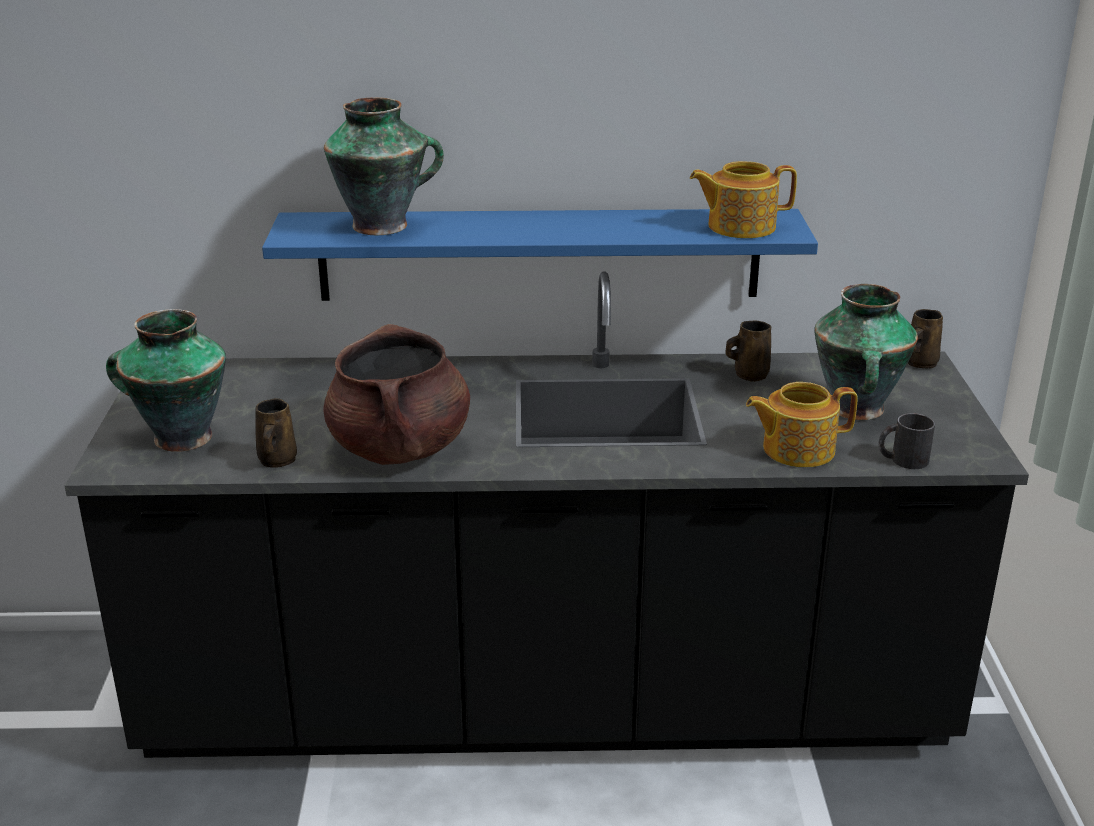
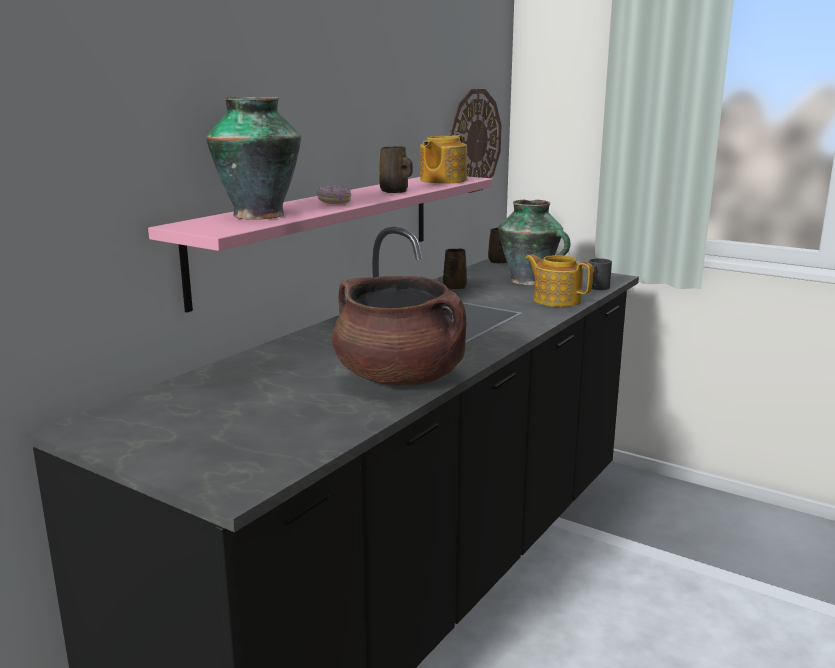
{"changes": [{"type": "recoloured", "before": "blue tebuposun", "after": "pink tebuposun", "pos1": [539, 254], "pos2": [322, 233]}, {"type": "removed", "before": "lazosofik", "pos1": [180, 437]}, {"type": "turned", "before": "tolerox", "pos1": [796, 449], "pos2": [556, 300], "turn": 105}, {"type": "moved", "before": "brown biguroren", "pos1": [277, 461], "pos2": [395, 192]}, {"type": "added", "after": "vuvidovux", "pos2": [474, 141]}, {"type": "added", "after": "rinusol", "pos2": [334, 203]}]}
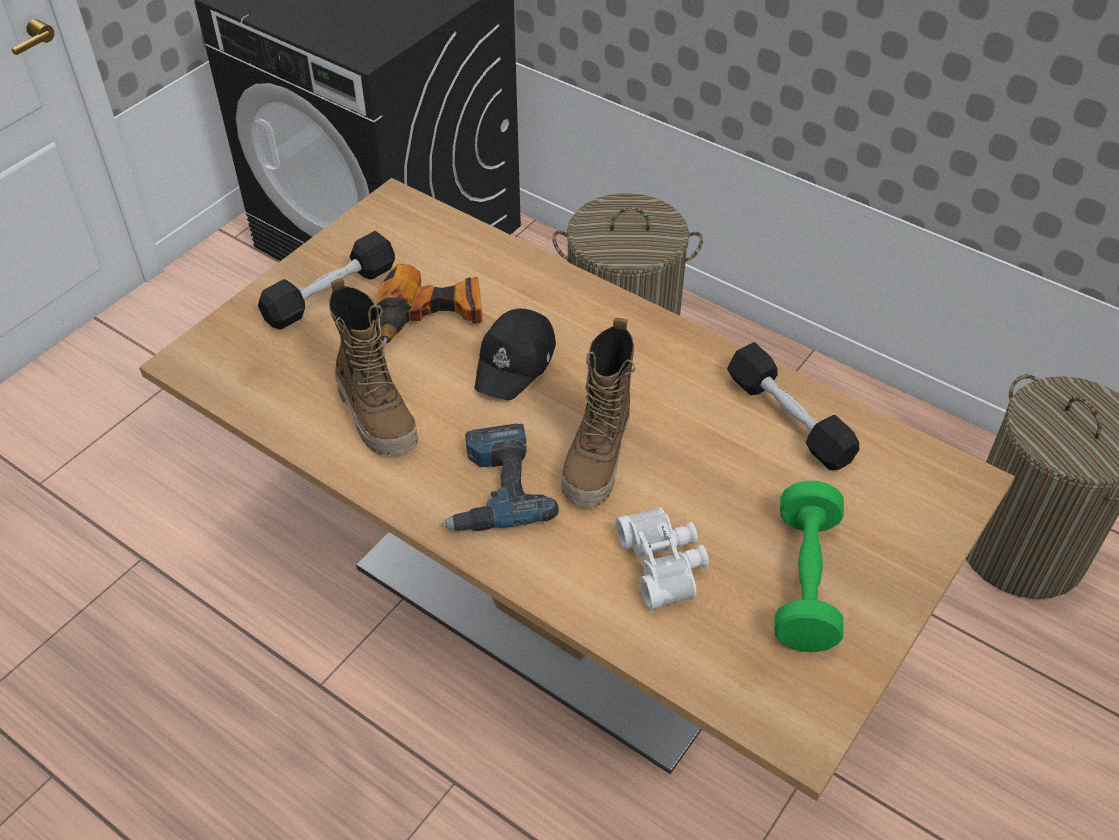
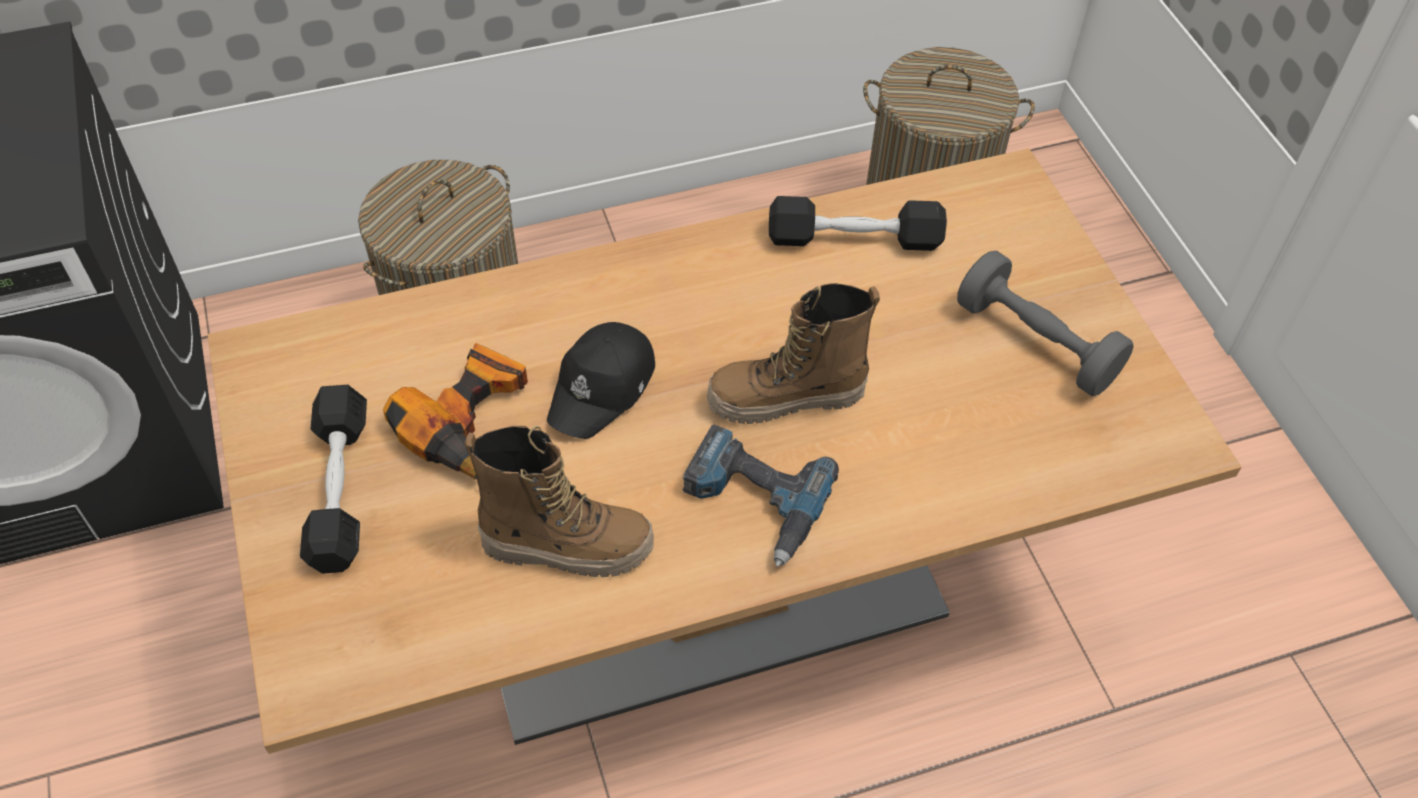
{"changes": [{"type": "turned", "before": "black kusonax", "pos1": [516, 362], "pos2": [603, 387], "turn": 60}, {"type": "turned", "before": "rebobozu", "pos1": [597, 460], "pos2": [786, 399], "turn": 120}, {"type": "recoloured", "before": "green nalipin", "after": "grey nalipin", "pos1": [805, 582], "pos2": [1036, 343]}, {"type": "removed", "before": "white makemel", "pos1": [664, 564]}]}
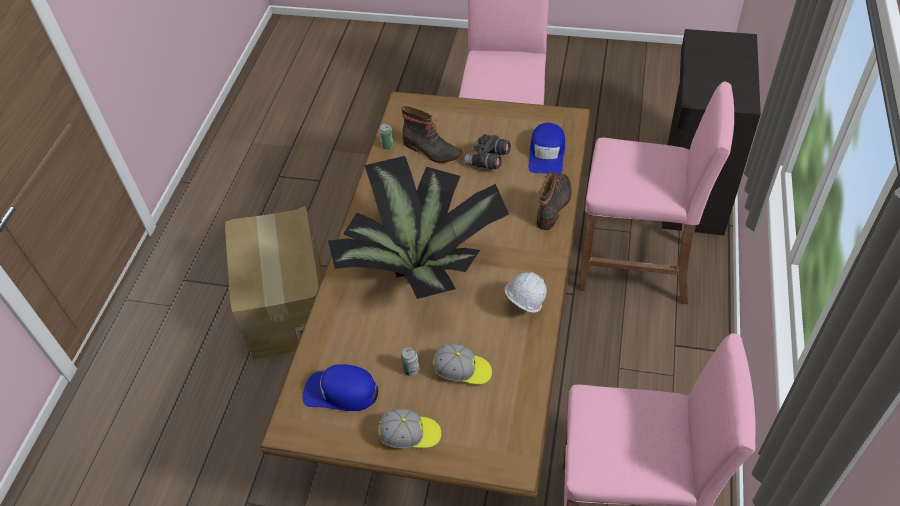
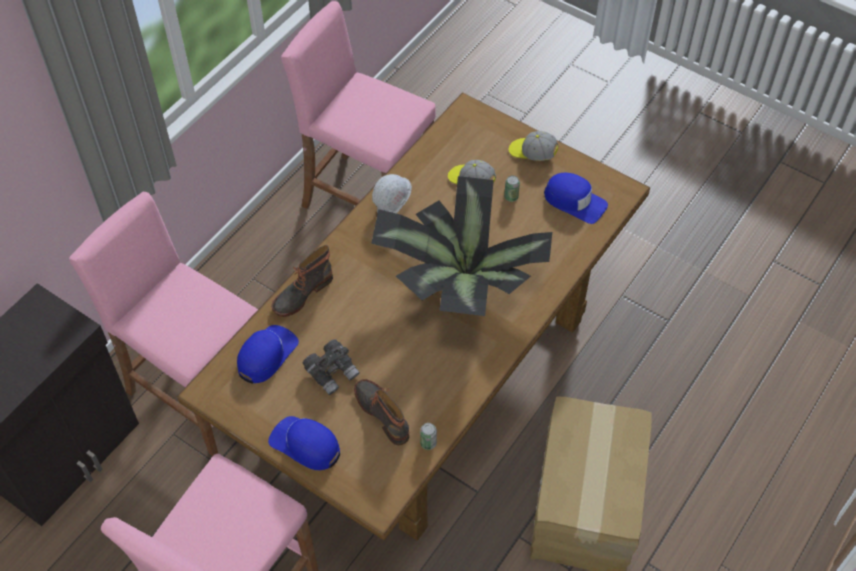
{"changes": [{"type": "added", "after": "blue kusonax", "pos2": [305, 445]}]}
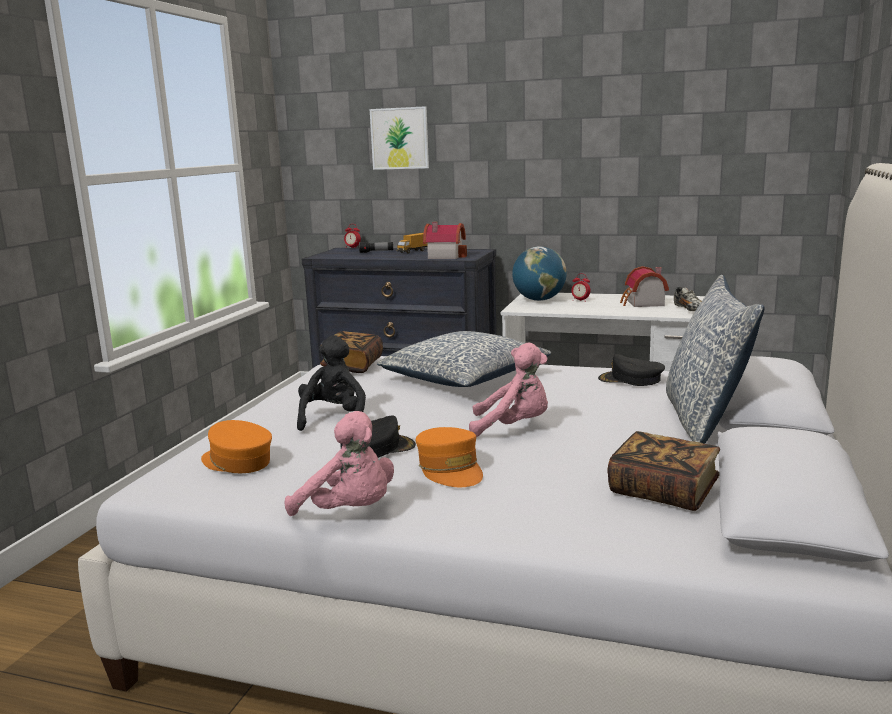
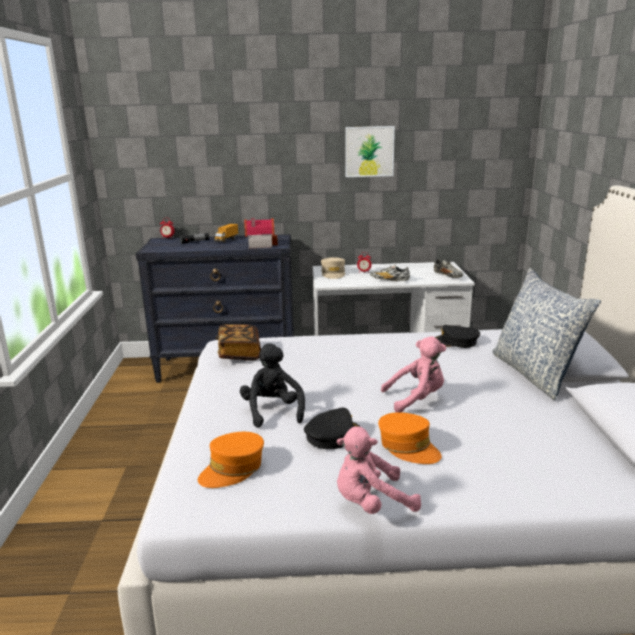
{"changes": [{"type": "moved", "before": "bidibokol", "pos1": [399, 138], "pos2": [369, 151]}, {"type": "replaced", "before": "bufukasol", "after": "beige kusonax", "pos1": [539, 300], "pos2": [333, 273]}, {"type": "removed", "before": "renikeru", "pos1": [643, 303]}, {"type": "removed", "before": "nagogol", "pos1": [465, 379]}, {"type": "turned", "before": "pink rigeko", "pos1": [349, 512], "pos2": [371, 503], "turn": 150}, {"type": "turned", "before": "orange kusonax", "pos1": [237, 462], "pos2": [232, 469], "turn": -60}, {"type": "removed", "before": "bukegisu", "pos1": [663, 491]}, {"type": "added", "after": "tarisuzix", "pos2": [389, 280]}]}
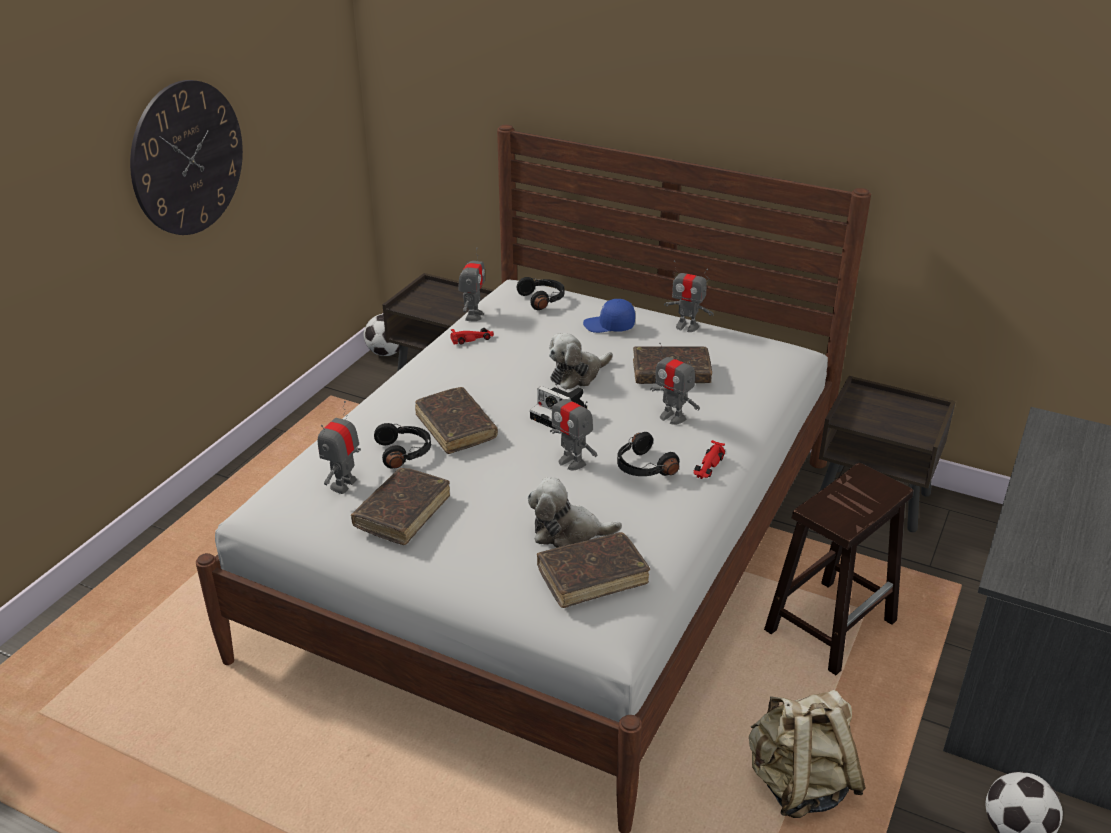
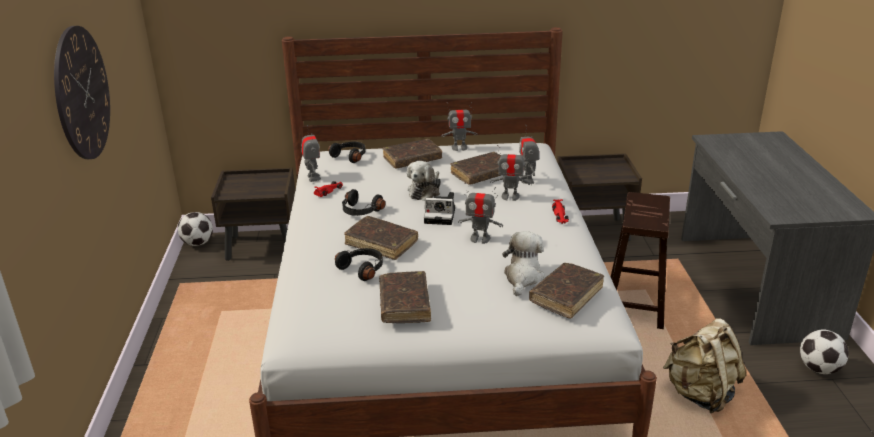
{"changes": [{"type": "replaced", "before": "blue kusonax", "after": "brown bukegisu", "pos1": [609, 326], "pos2": [412, 159]}, {"type": "moved", "before": "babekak", "pos1": [343, 484], "pos2": [527, 180]}, {"type": "moved", "before": "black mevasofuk", "pos1": [643, 467], "pos2": [360, 211]}, {"type": "turned", "before": "rigeko", "pos1": [568, 532], "pos2": [523, 277], "turn": 135}]}
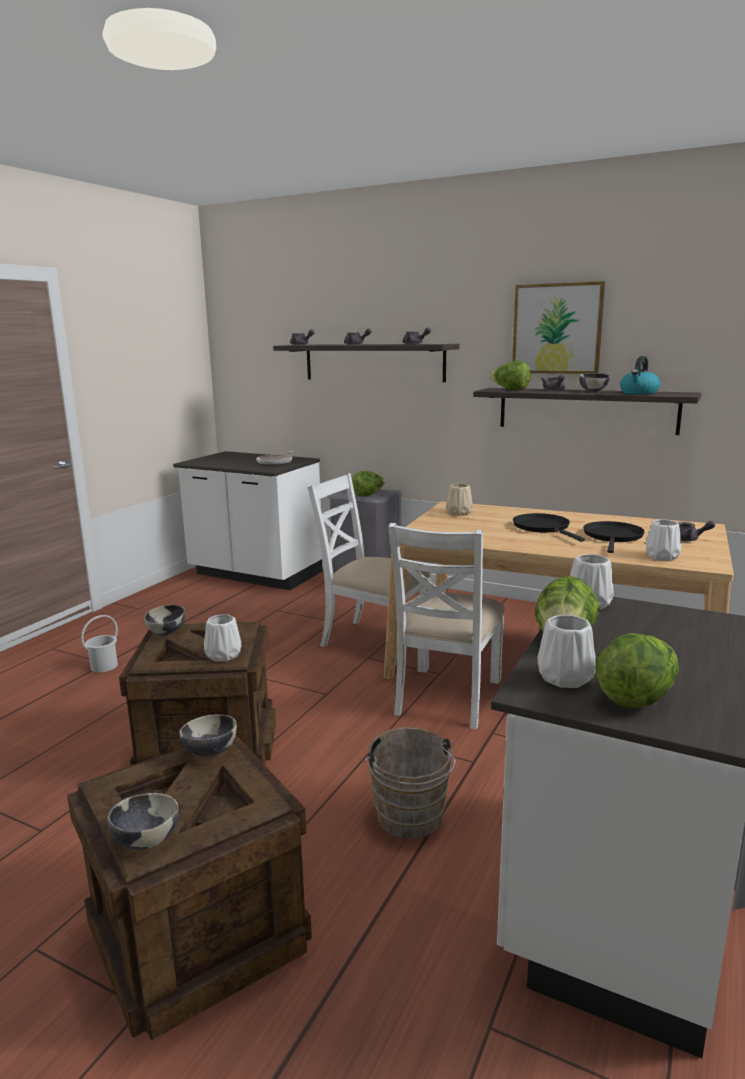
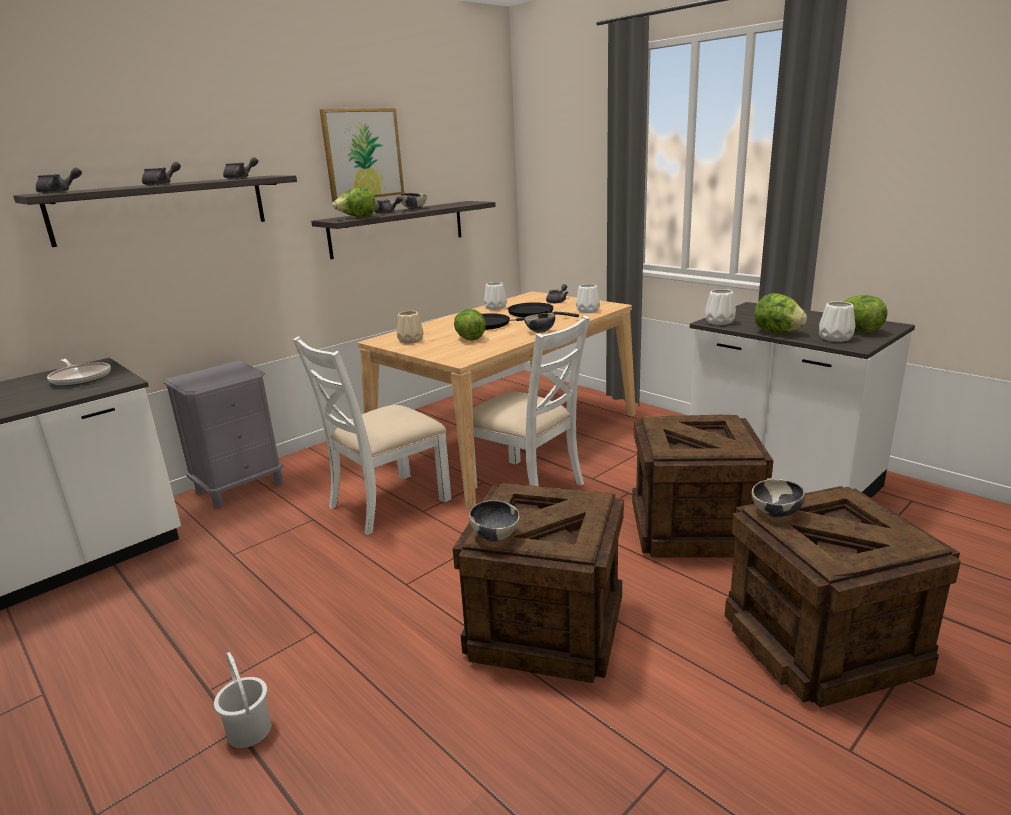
{"changes": [{"type": "removed", "before": "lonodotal", "pos1": [639, 393]}, {"type": "moved", "before": "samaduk", "pos1": [368, 495], "pos2": [469, 338]}, {"type": "moved", "before": "white lazosofik", "pos1": [222, 655], "pos2": [495, 308]}, {"type": "replaced", "before": "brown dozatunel", "after": "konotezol", "pos1": [411, 820], "pos2": [694, 529]}, {"type": "moved", "before": "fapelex", "pos1": [146, 841], "pos2": [540, 332]}]}
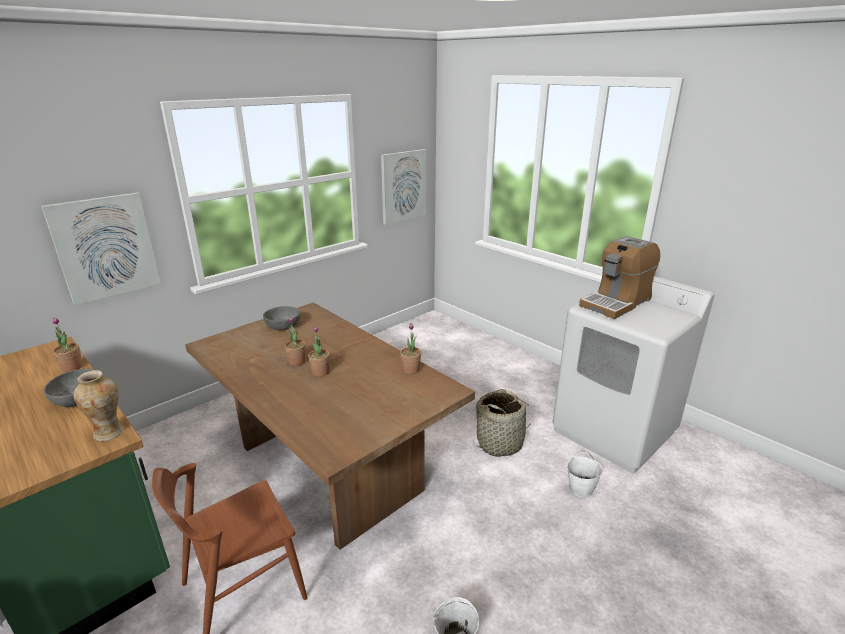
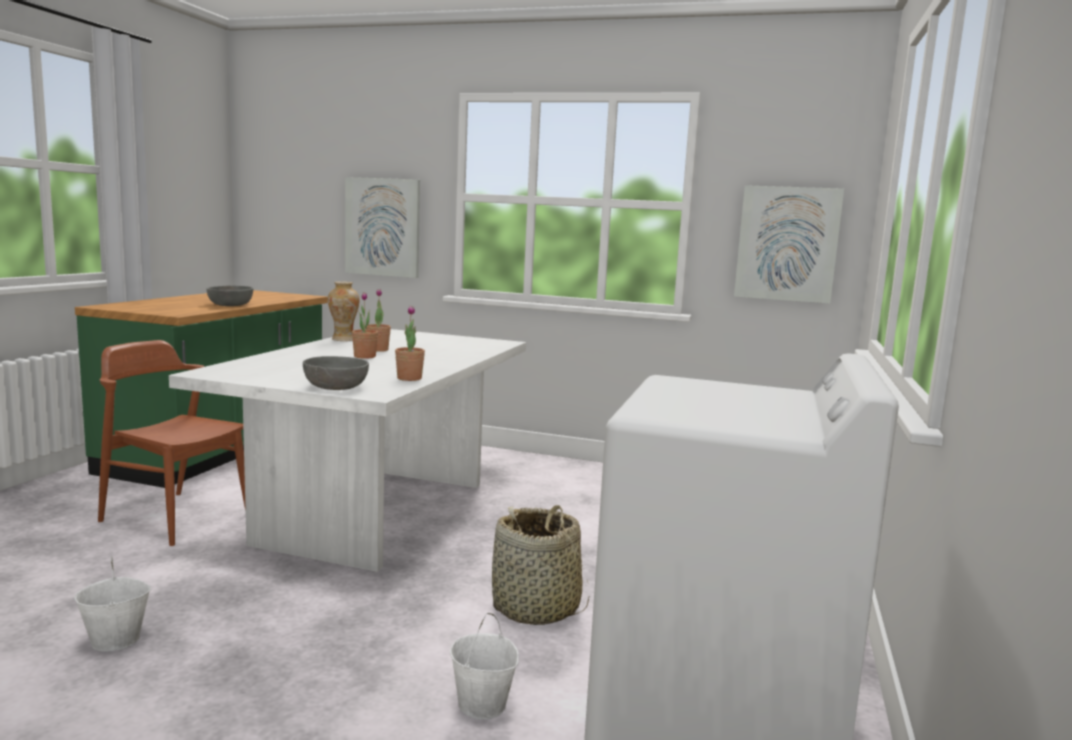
{"changes": [{"type": "removed", "before": "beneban", "pos1": [616, 302]}, {"type": "recoloured", "before": "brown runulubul", "after": "white runulubul", "pos1": [330, 468], "pos2": [377, 512]}, {"type": "moved", "before": "grey fapelex", "pos1": [283, 326], "pos2": [336, 386]}, {"type": "removed", "before": "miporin", "pos1": [72, 367]}, {"type": "moved", "before": "lazosofik", "pos1": [109, 432], "pos2": [343, 339]}]}
